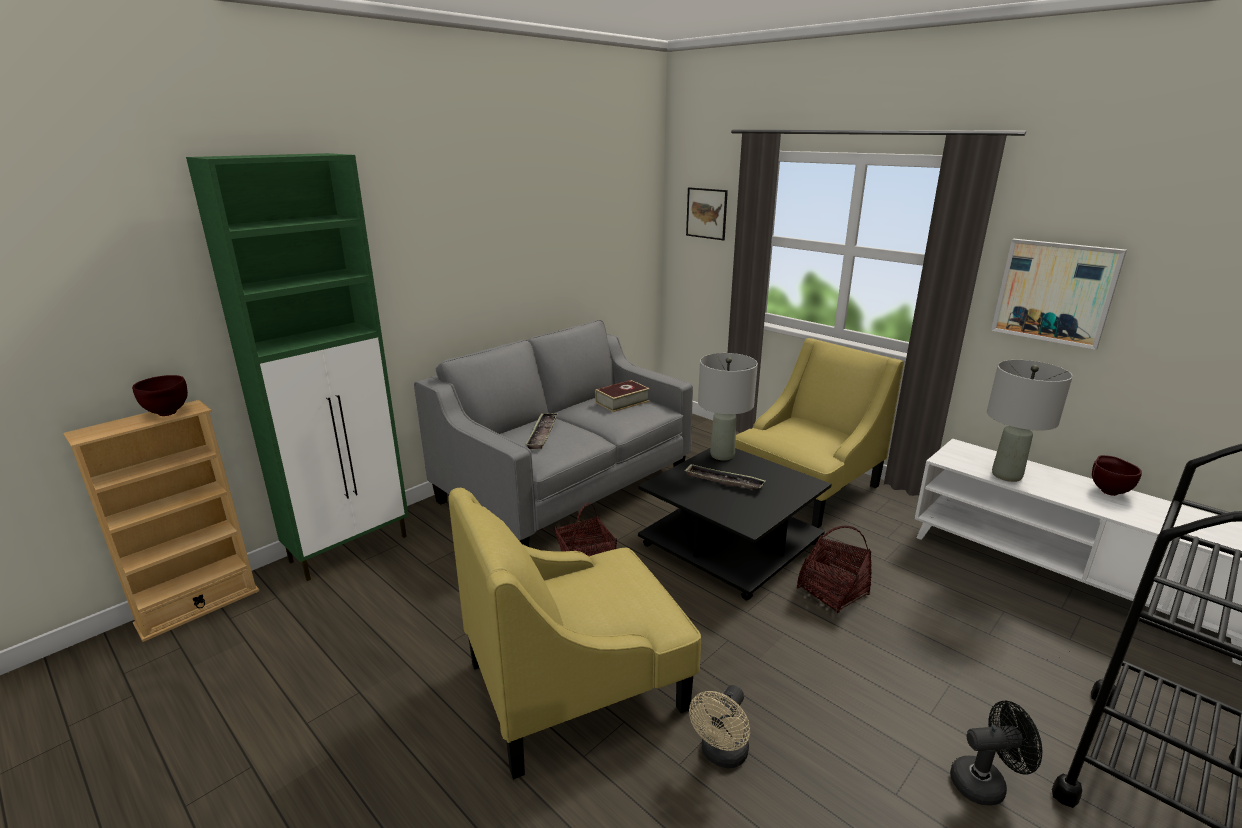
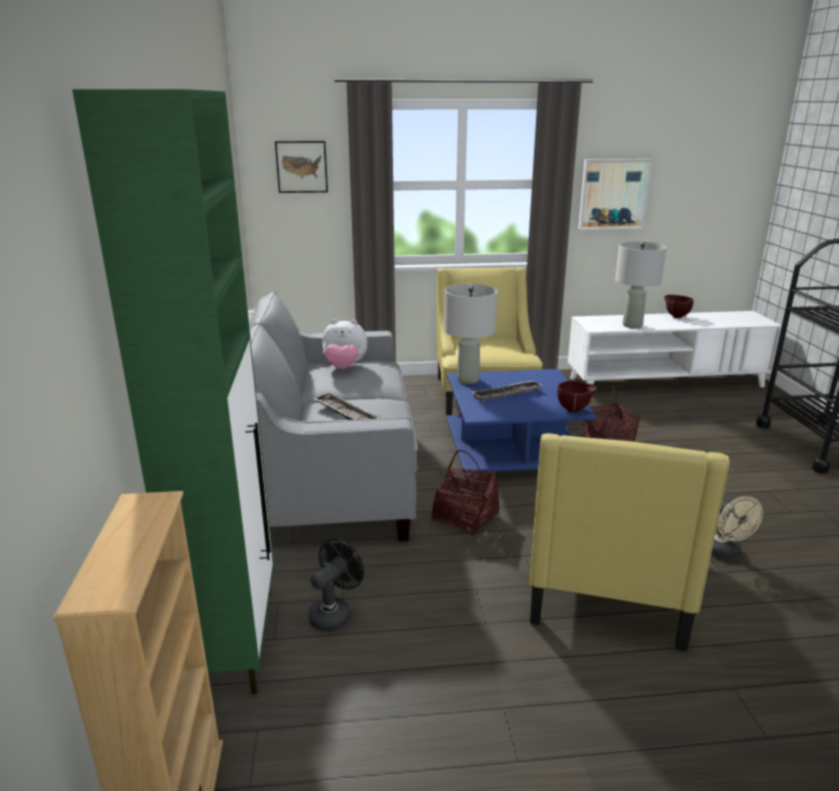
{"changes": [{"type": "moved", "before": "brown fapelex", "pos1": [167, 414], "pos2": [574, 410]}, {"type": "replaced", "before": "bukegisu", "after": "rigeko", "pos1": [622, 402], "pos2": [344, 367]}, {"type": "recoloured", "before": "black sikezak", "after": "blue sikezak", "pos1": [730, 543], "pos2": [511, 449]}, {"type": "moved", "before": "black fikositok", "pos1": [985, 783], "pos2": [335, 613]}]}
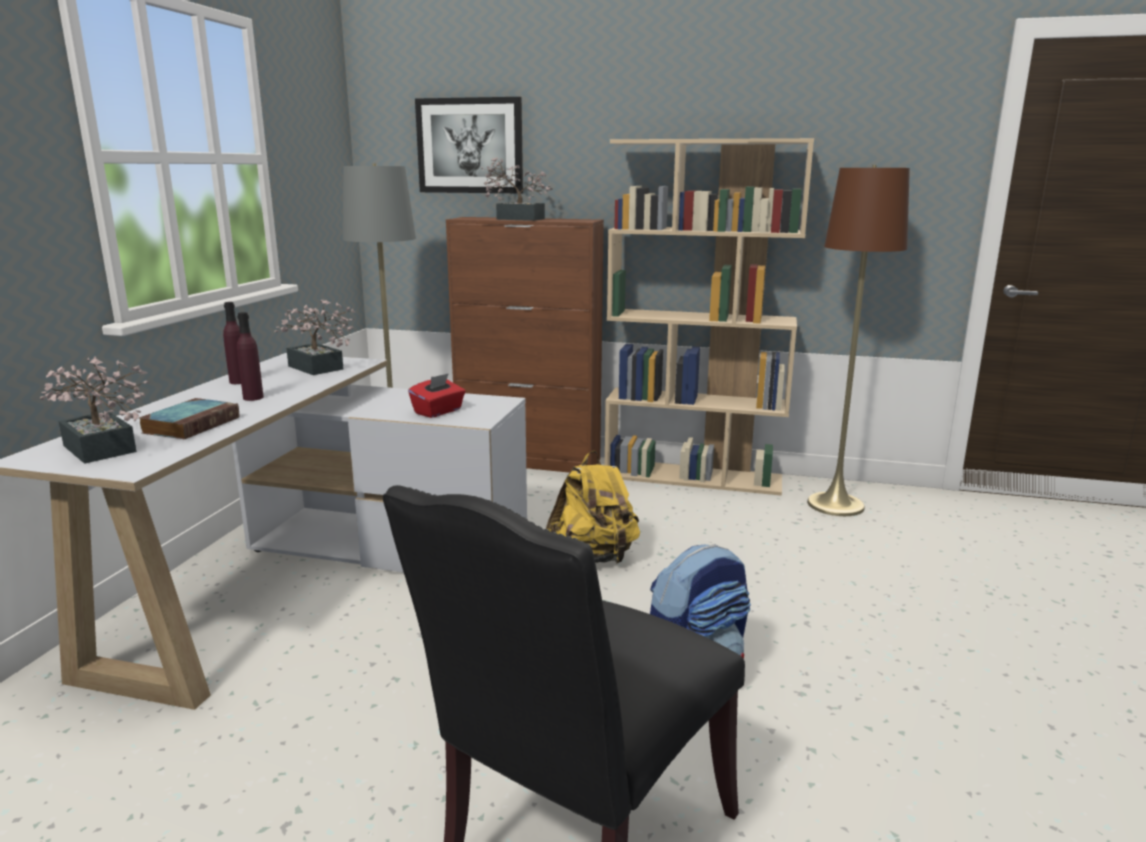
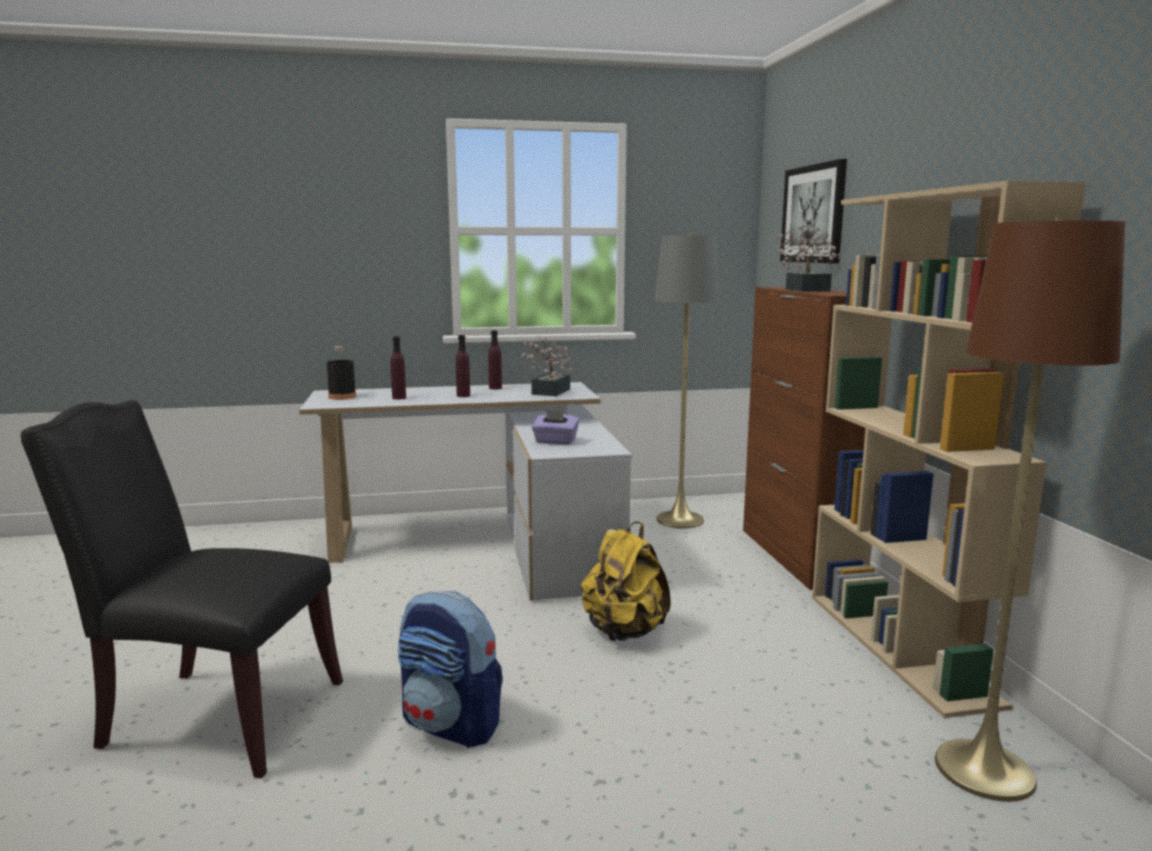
{"changes": [{"type": "replaced", "before": "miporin", "after": "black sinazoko", "pos1": [101, 451], "pos2": [342, 397]}, {"type": "recoloured", "before": "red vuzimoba", "after": "purple vuzimoba", "pos1": [438, 411], "pos2": [555, 441]}, {"type": "replaced", "before": "bukegisu", "after": "purple sinazoko", "pos1": [192, 424], "pos2": [399, 398]}]}
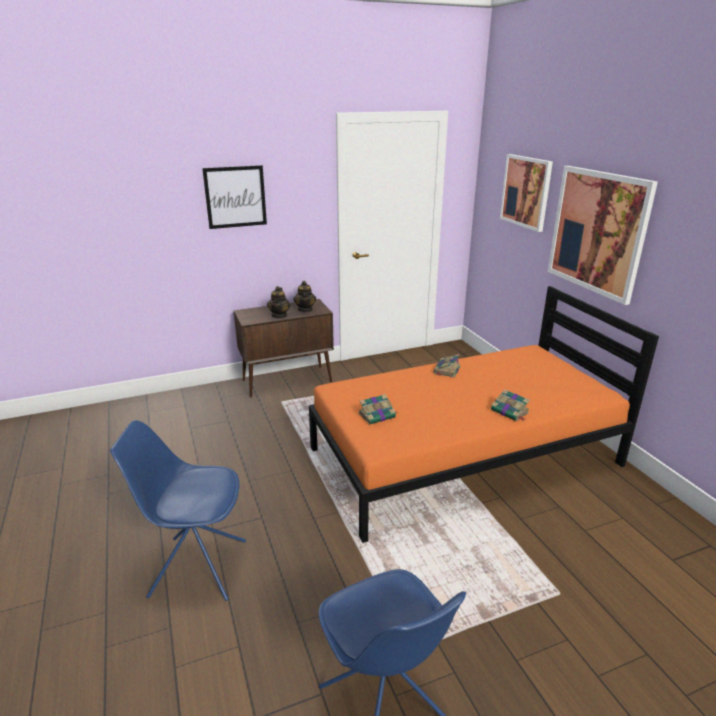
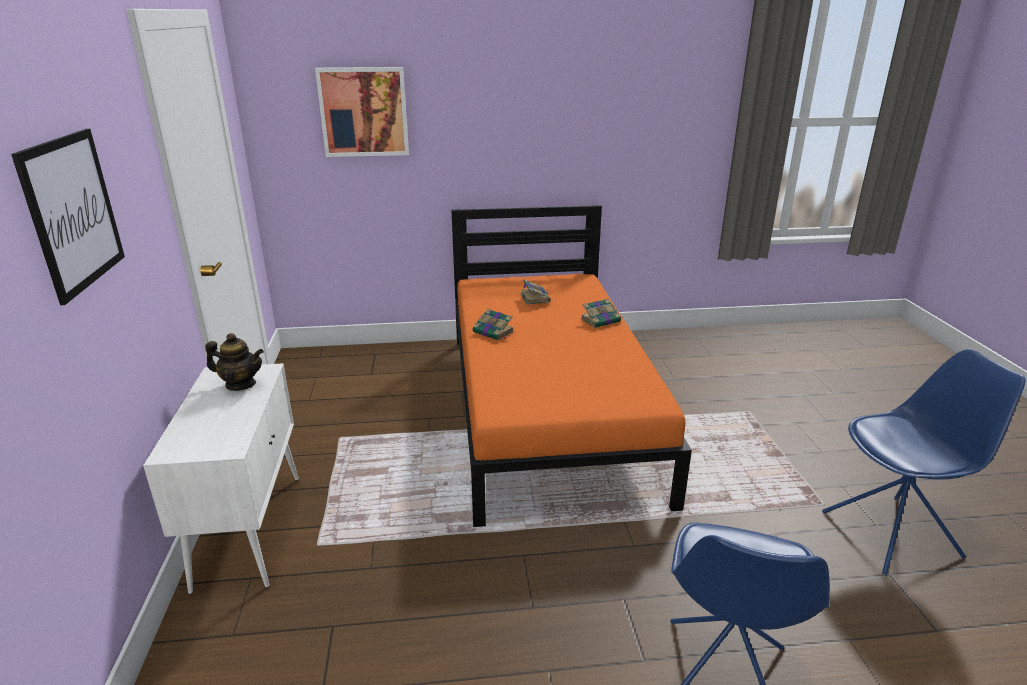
{"changes": [{"type": "removed", "before": "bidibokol", "pos1": [597, 232]}, {"type": "removed", "before": "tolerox", "pos1": [279, 315]}, {"type": "recoloured", "before": "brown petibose", "after": "white petibose", "pos1": [288, 381], "pos2": [249, 529]}, {"type": "moved", "before": "bukegisu", "pos1": [377, 415], "pos2": [534, 297]}]}
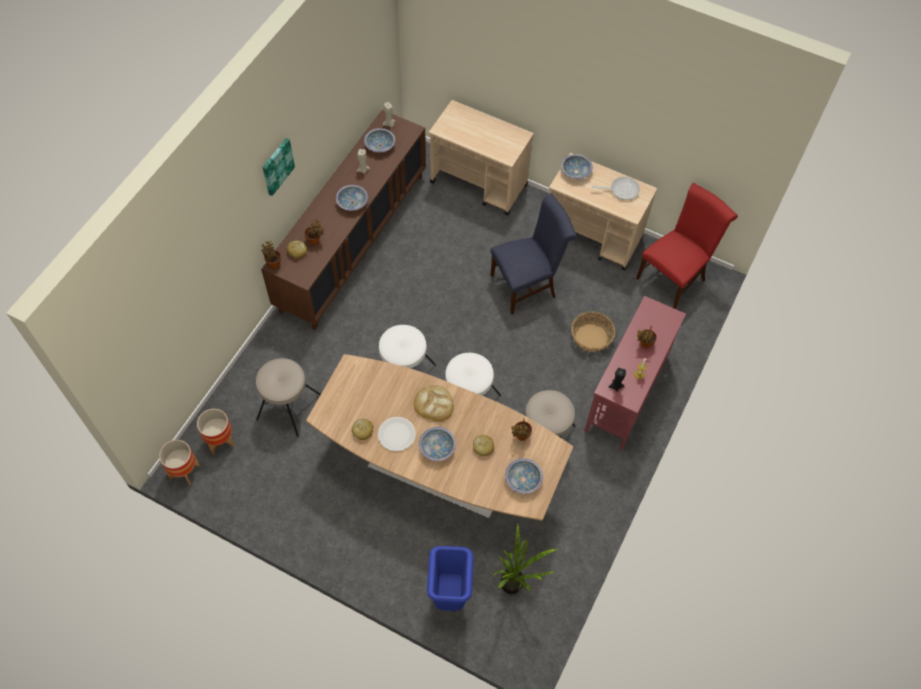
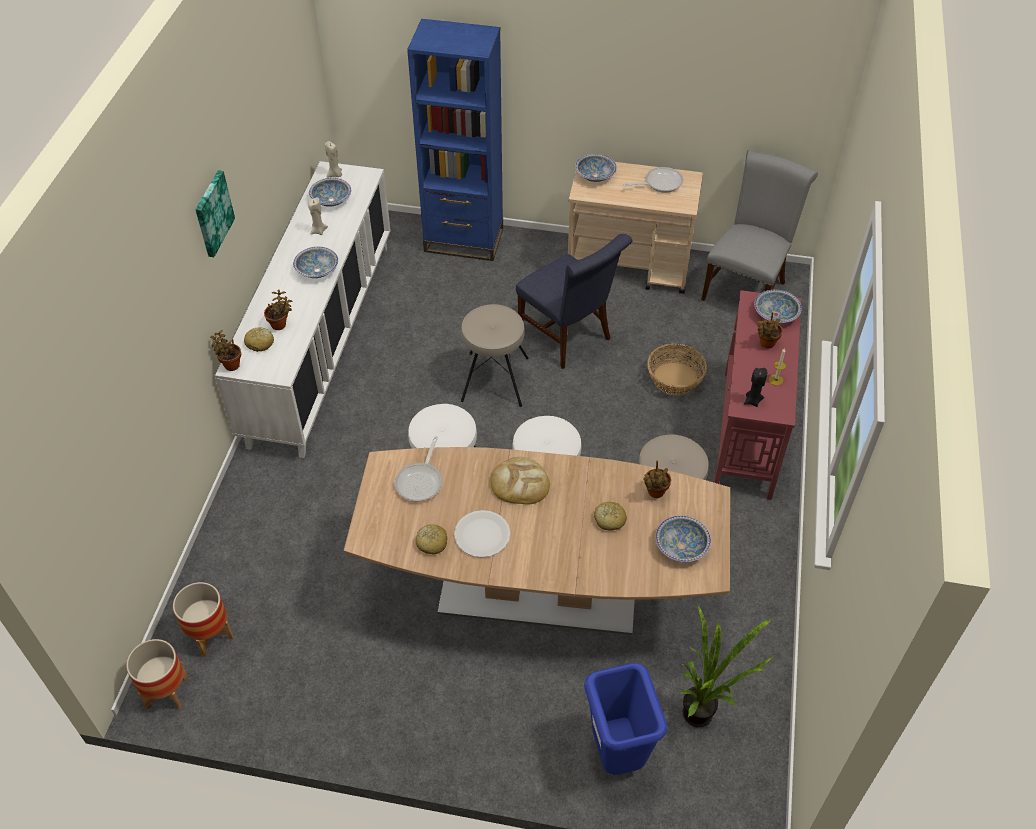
{"changes": [{"type": "replaced", "before": "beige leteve", "after": "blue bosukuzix", "pos1": [479, 184], "pos2": [464, 240]}, {"type": "recoloured", "before": "brown petibose", "after": "white petibose", "pos1": [352, 242], "pos2": [321, 341]}, {"type": "recoloured", "before": "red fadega", "after": "grey fadega", "pos1": [673, 277], "pos2": [746, 288]}, {"type": "turned", "before": "blue fadega", "pos1": [527, 285], "pos2": [568, 338], "turn": 90}, {"type": "moved", "before": "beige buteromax", "pos1": [288, 406], "pos2": [494, 379]}, {"type": "moved", "before": "fapelex", "pos1": [437, 447], "pos2": [775, 314]}, {"type": "added", "after": "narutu", "pos2": [421, 481]}]}
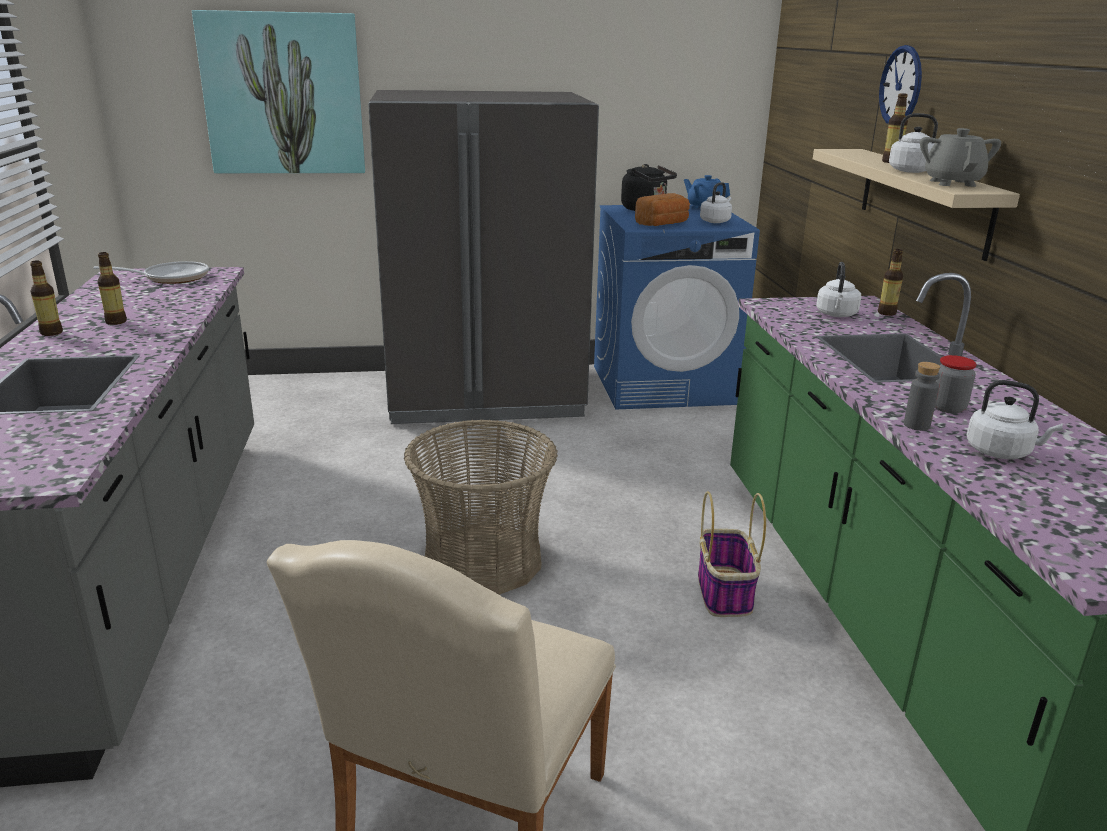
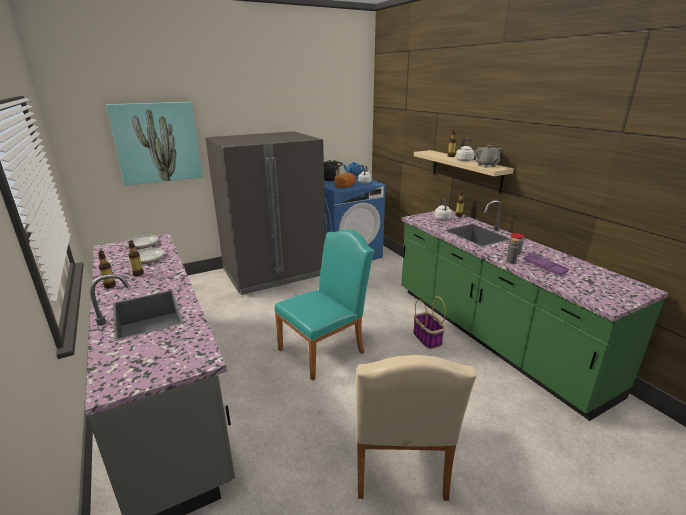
{"changes": [{"type": "removed", "before": "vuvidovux", "pos1": [900, 86]}, {"type": "replaced", "before": "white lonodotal", "after": "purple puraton", "pos1": [1001, 452], "pos2": [545, 267]}, {"type": "replaced", "before": "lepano", "after": "turquoise fadega", "pos1": [483, 560], "pos2": [326, 349]}, {"type": "added", "after": "narutu", "pos2": [143, 259]}]}
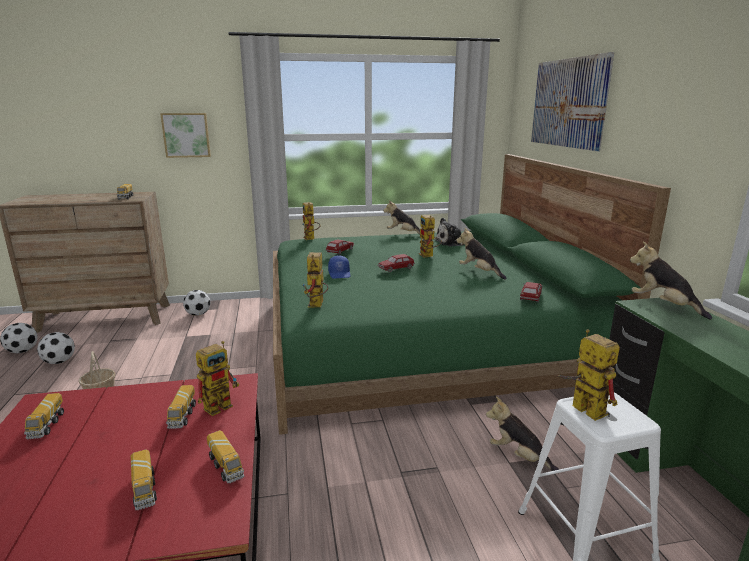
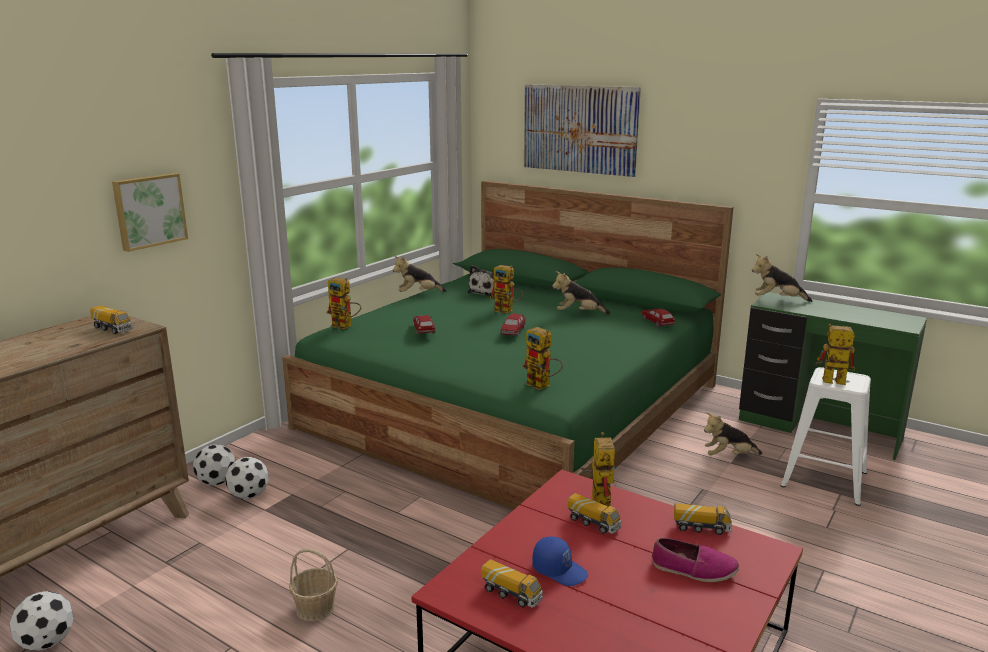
{"changes": [{"type": "moved", "before": "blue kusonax", "pos1": [340, 274], "pos2": [560, 570]}, {"type": "moved", "before": "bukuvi", "pos1": [59, 361], "pos2": [248, 495]}, {"type": "replaced", "before": "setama", "after": "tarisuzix", "pos1": [144, 490], "pos2": [694, 569]}]}
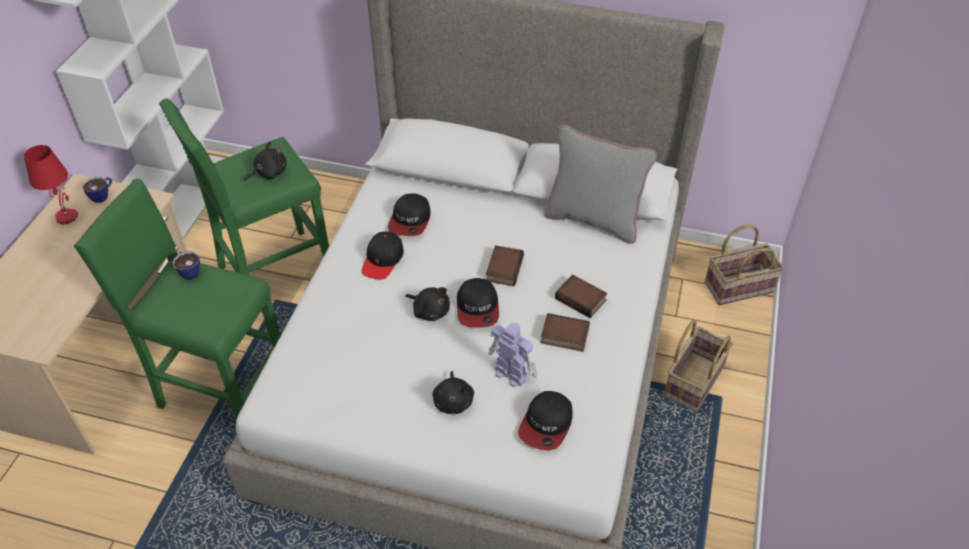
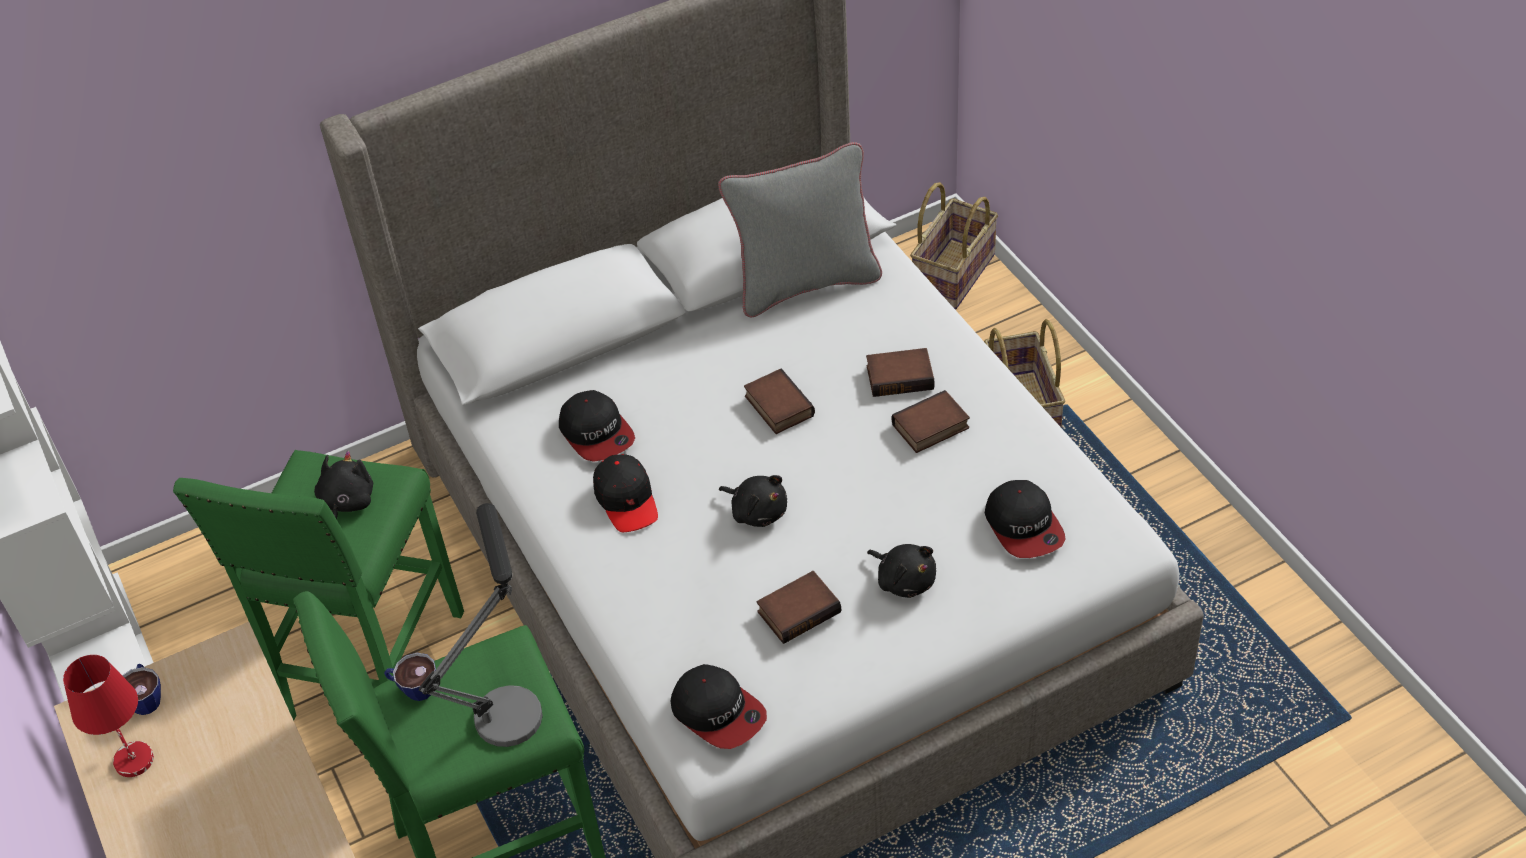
{"changes": [{"type": "moved", "before": "kusonax", "pos1": [478, 308], "pos2": [718, 712]}, {"type": "turned", "before": "black rigeko", "pos1": [430, 311], "pos2": [757, 511], "turn": 45}, {"type": "removed", "before": "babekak", "pos1": [510, 373]}, {"type": "added", "after": "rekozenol", "pos2": [508, 700]}, {"type": "added", "after": "bukegisu", "pos2": [798, 610]}]}
